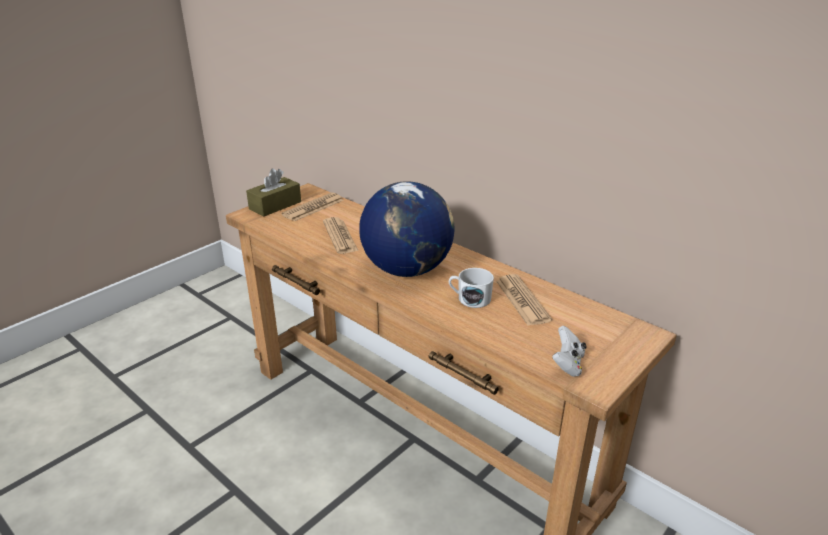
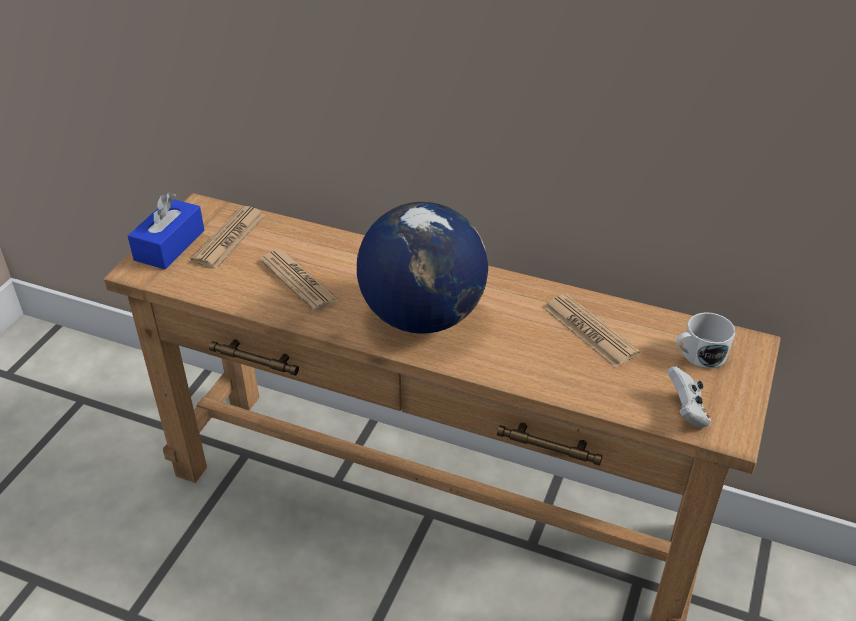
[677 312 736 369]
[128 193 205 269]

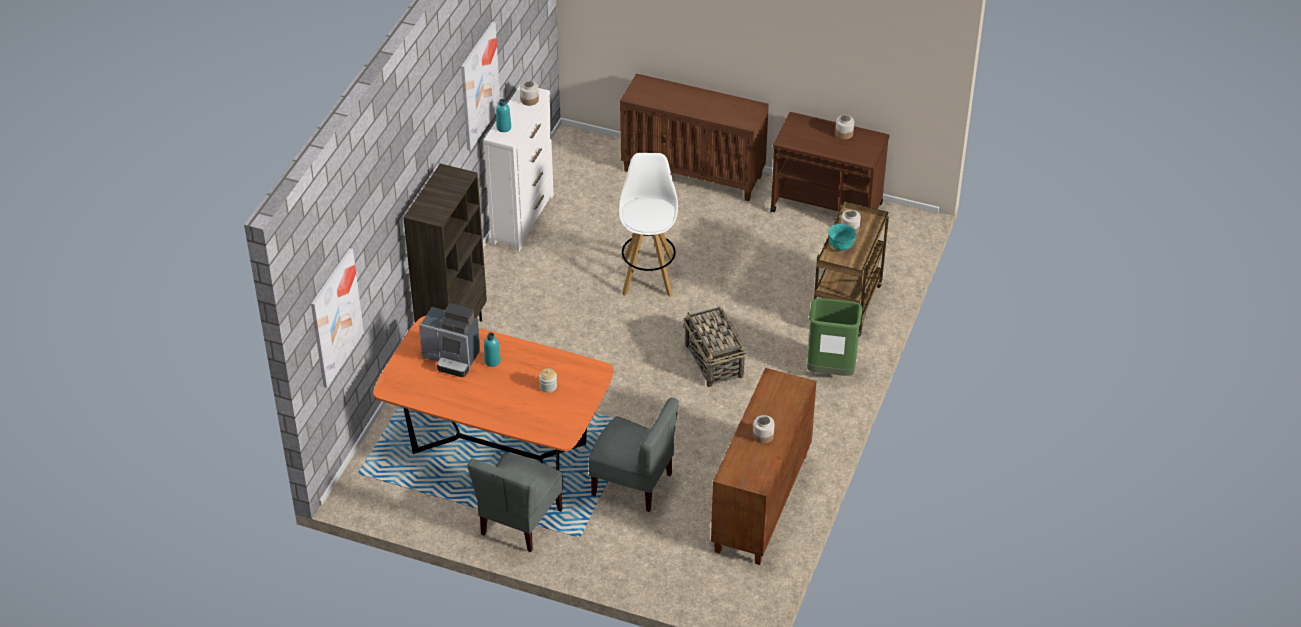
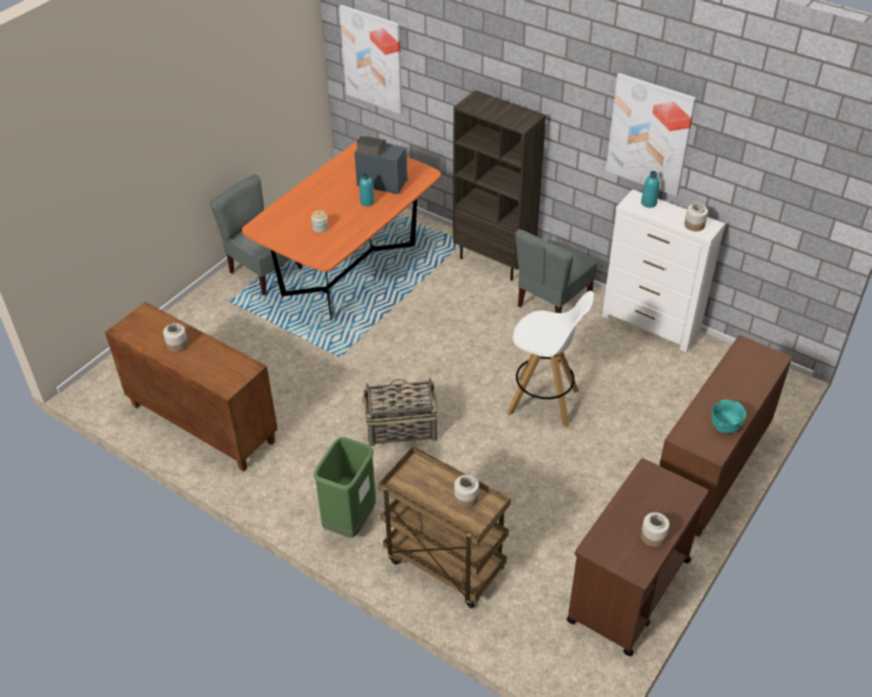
[515 229 597 313]
[712 400 746 434]
[354 136 408 194]

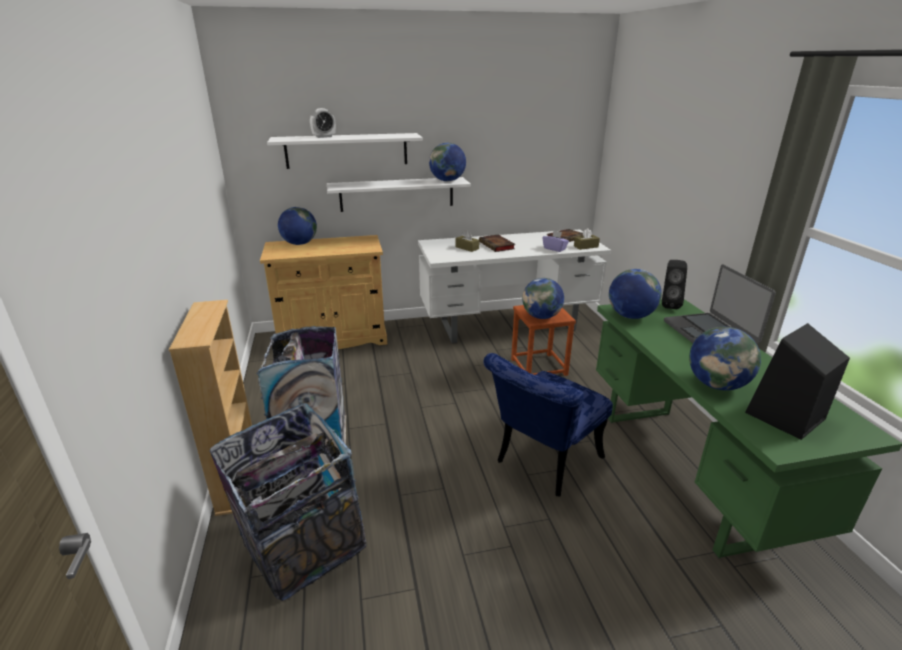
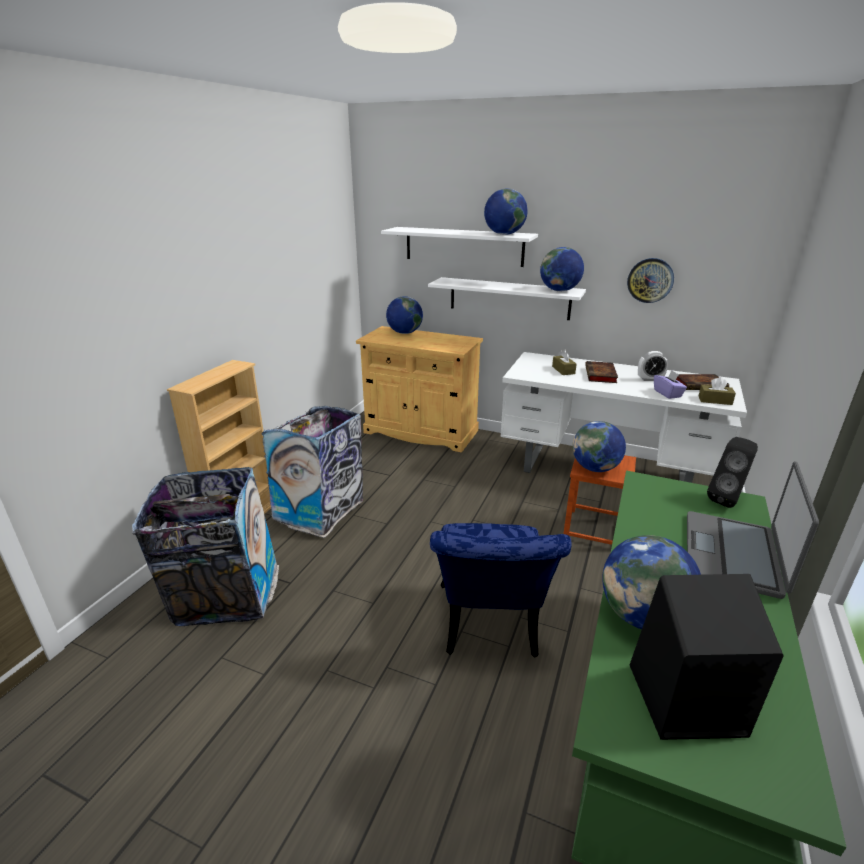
[627 258 674 303]
[638 351 668 381]
[484 189 528 235]
[430 523 572 658]

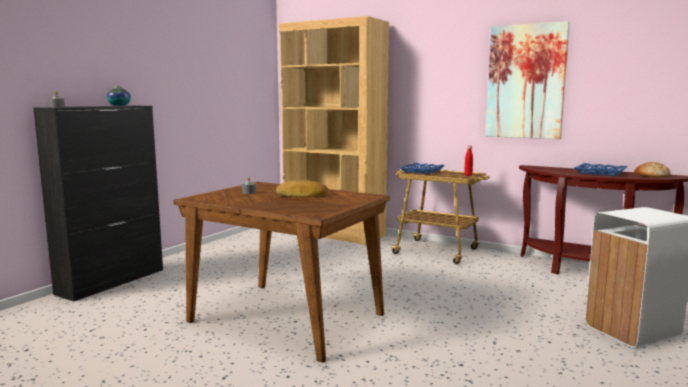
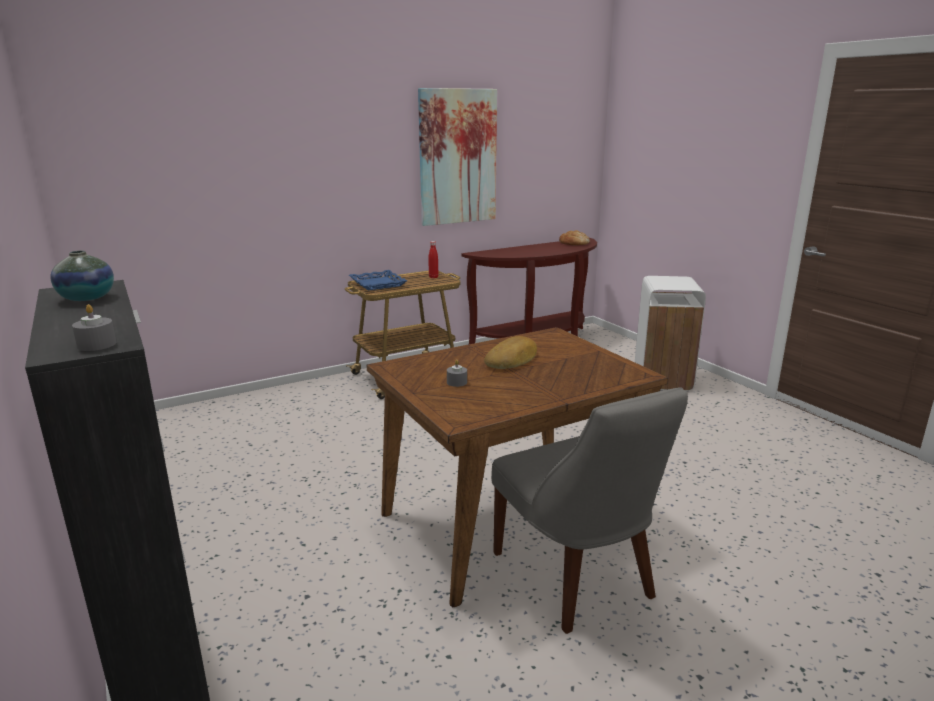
[279 16 389 245] (first image)
[575 163 627 176] (first image)
[491 387 688 634]

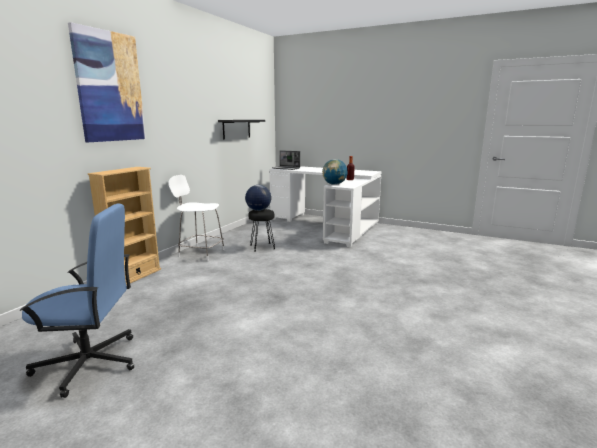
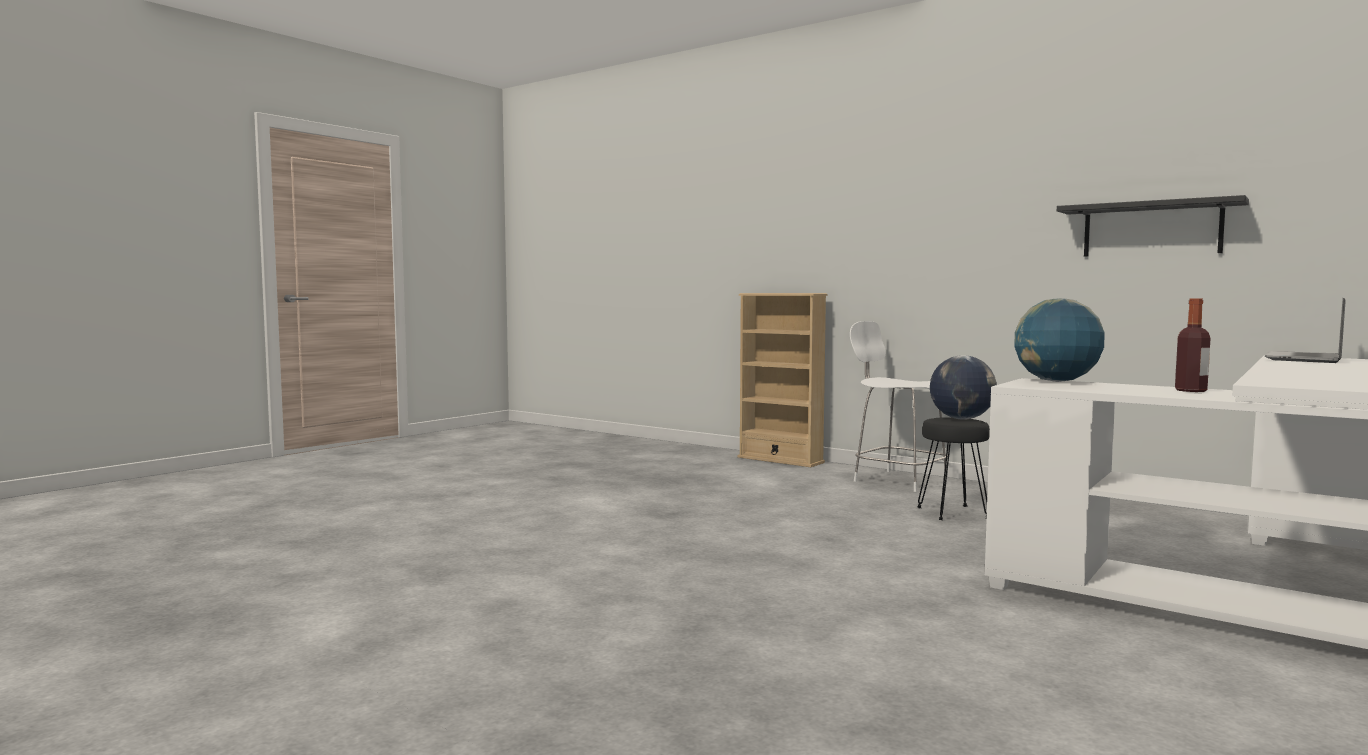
[20 203 134 398] (first image)
[68 22 146 142] (first image)
[850 321 948 492]

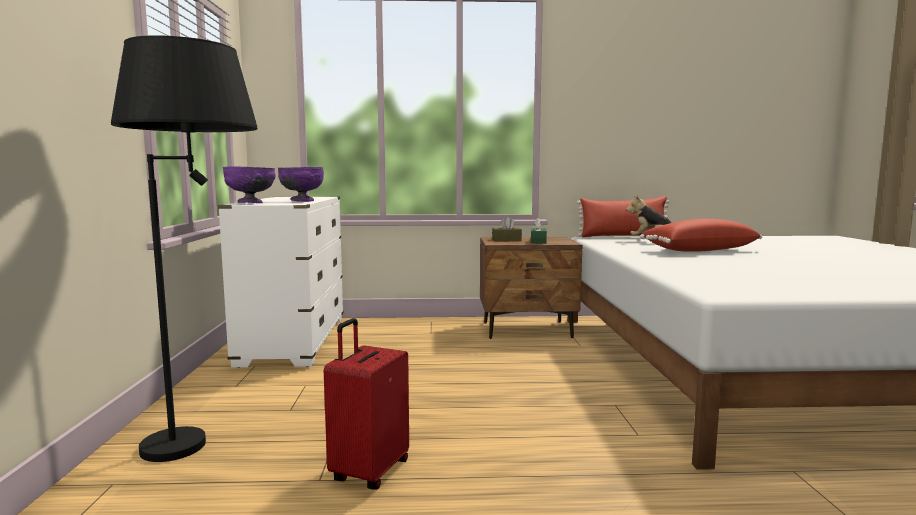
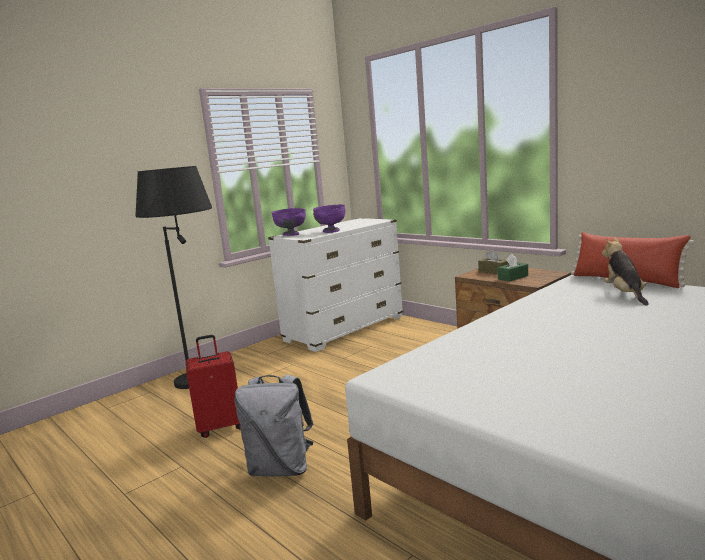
[640 219 762 252] (first image)
[235 374 313 477]

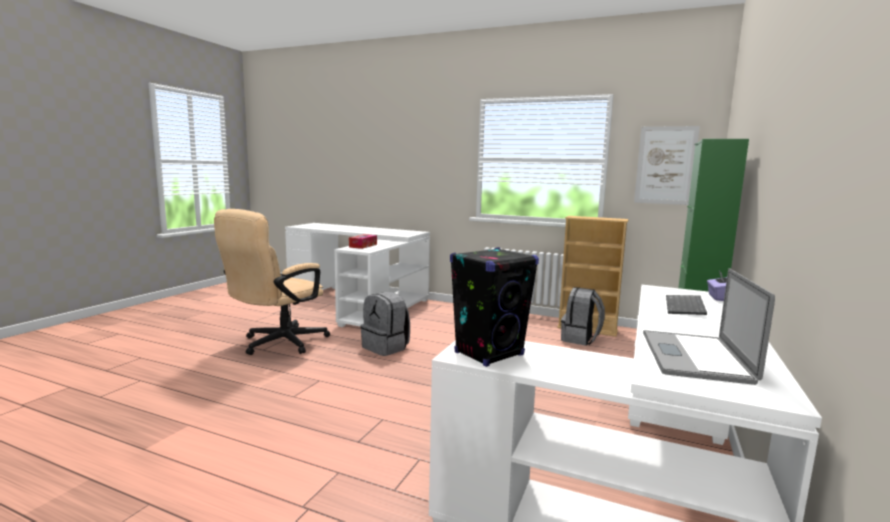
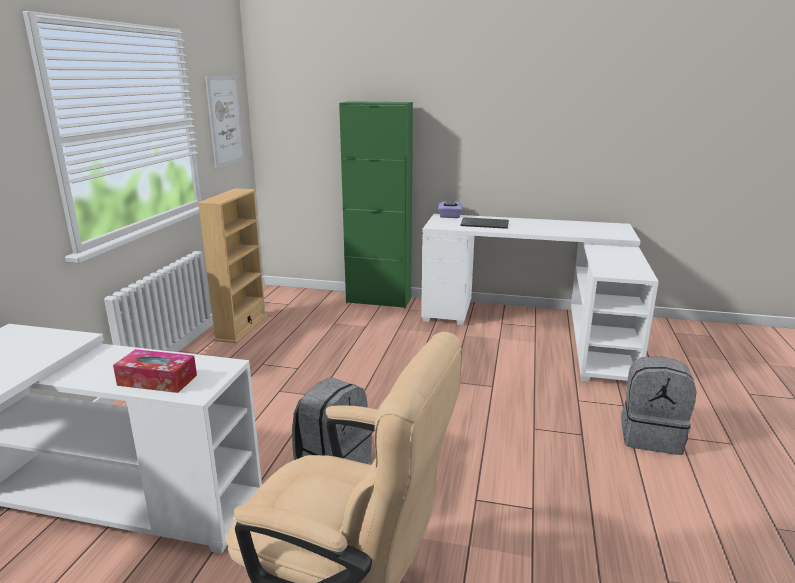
[450 247 539 367] (first image)
[643 268 775 385] (first image)
[621 357 697 455]

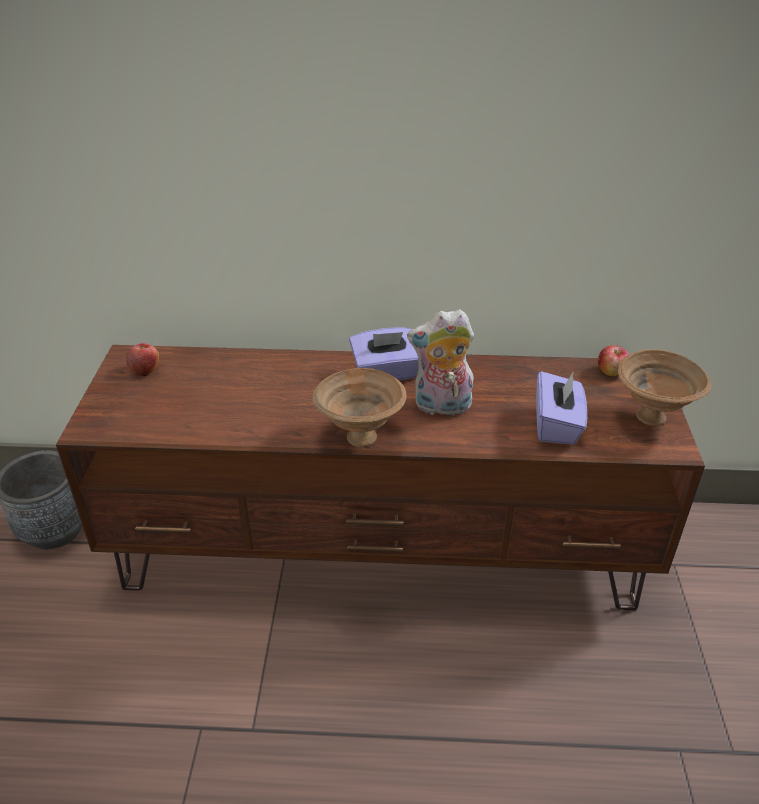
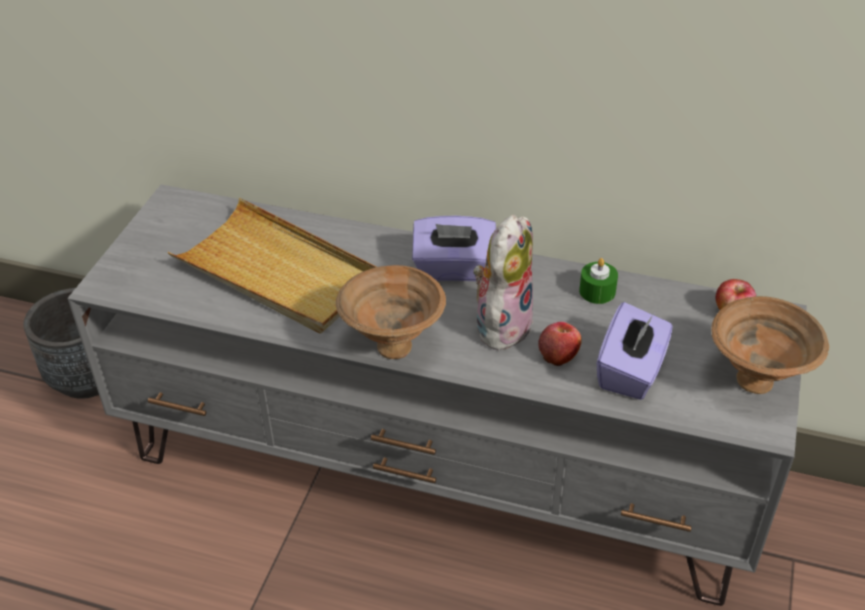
[167 198 376 334]
[579 258 618 304]
[538 322 582 366]
[67 184 807 606]
[473 215 533 350]

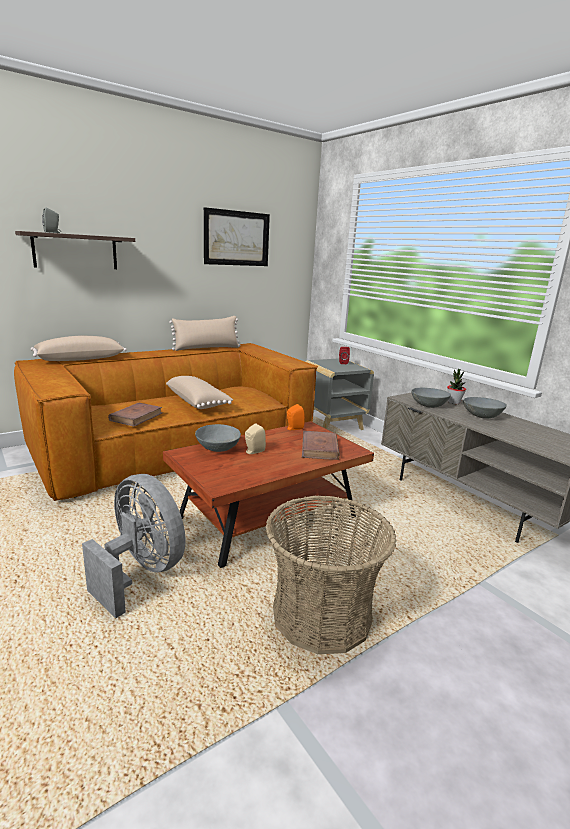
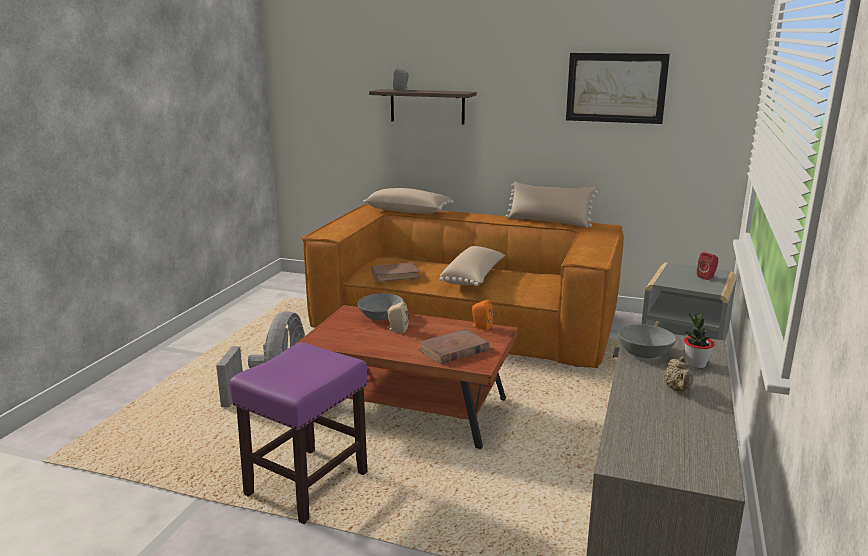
[230 342 367 524]
[664 357 694 391]

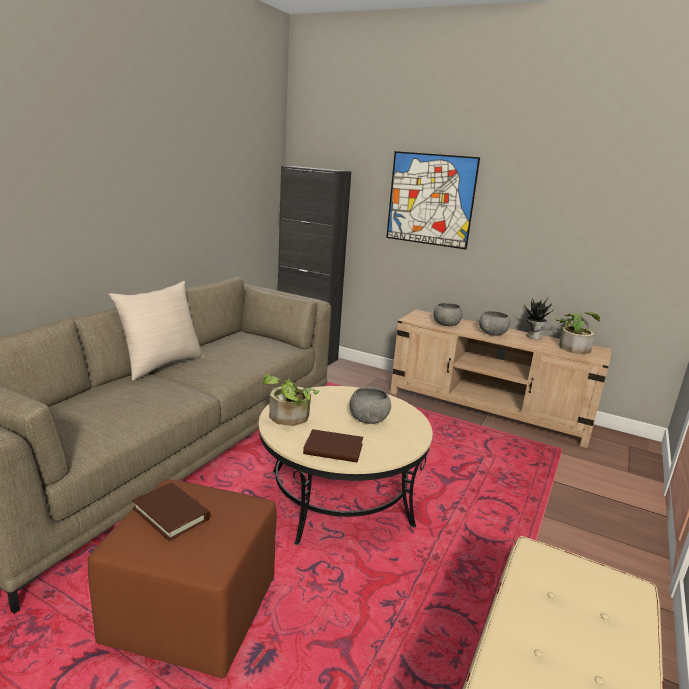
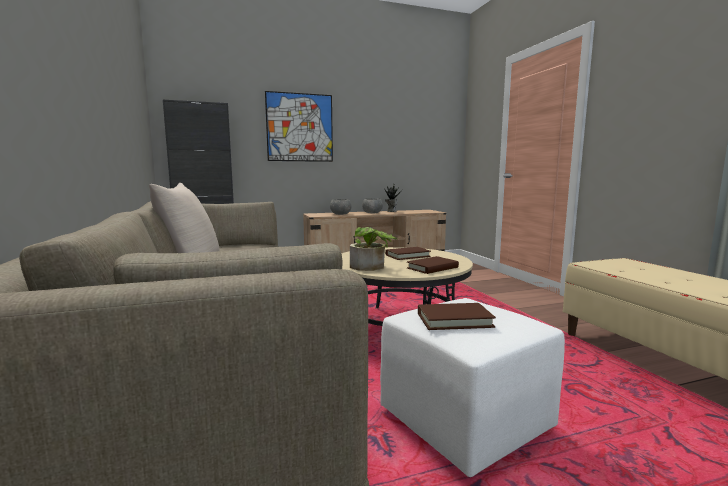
[556 312 600 354] (first image)
[385 247 431 260]
[380 298 565 477]

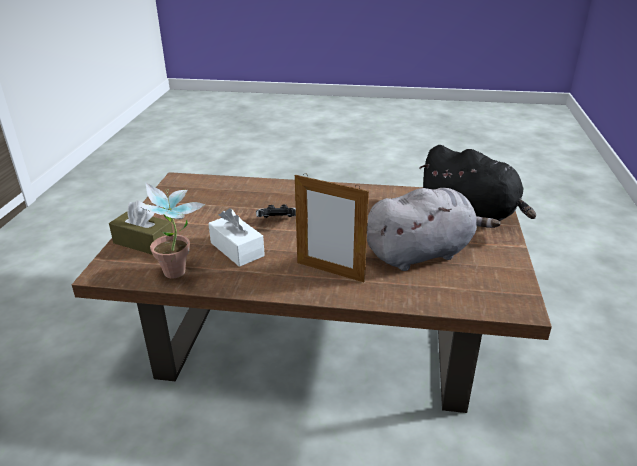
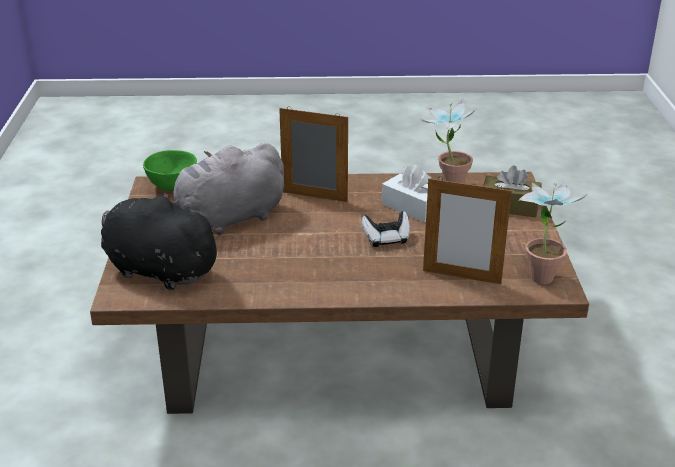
[143 150 197 191]
[423 176 512 284]
[518 182 587 284]

